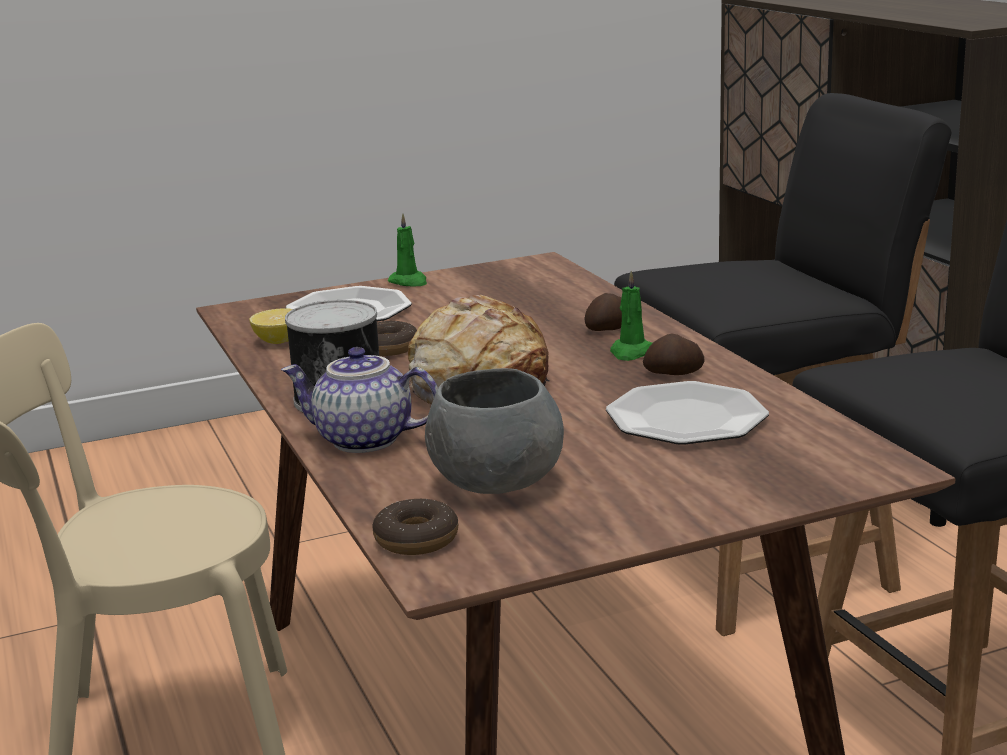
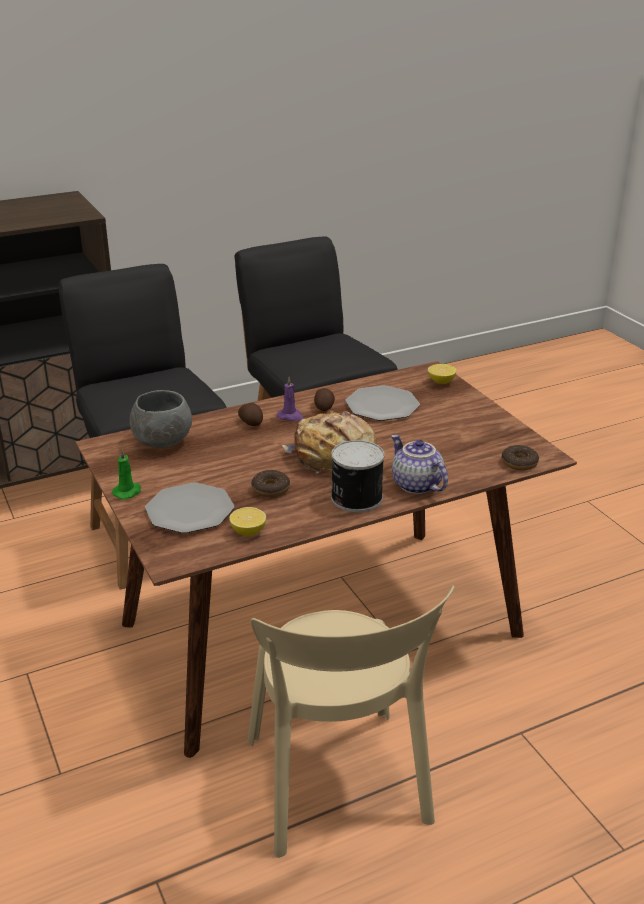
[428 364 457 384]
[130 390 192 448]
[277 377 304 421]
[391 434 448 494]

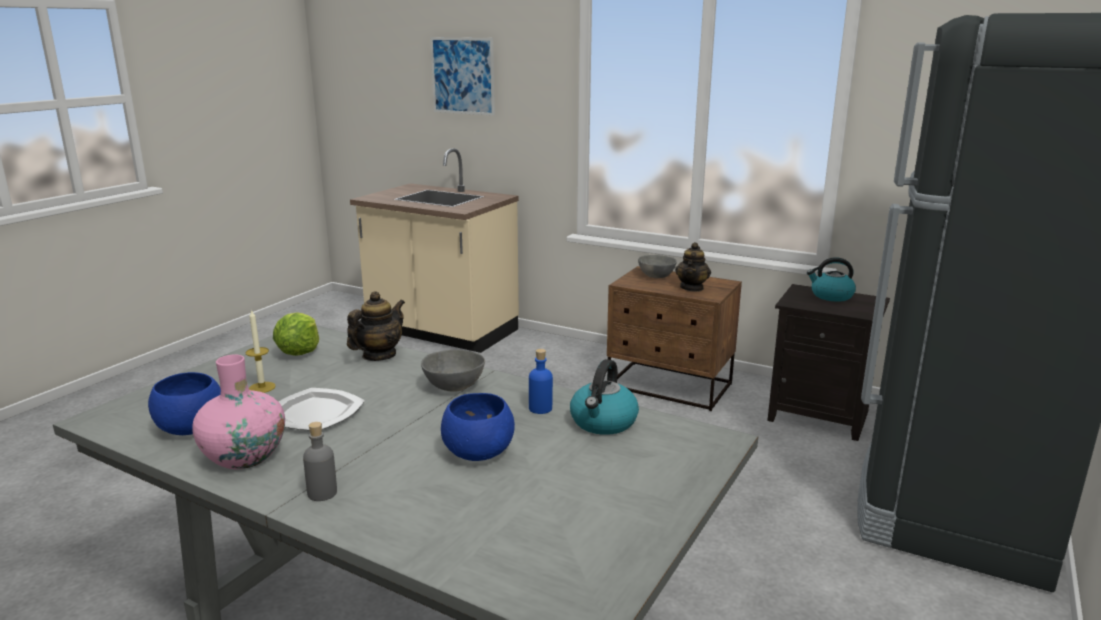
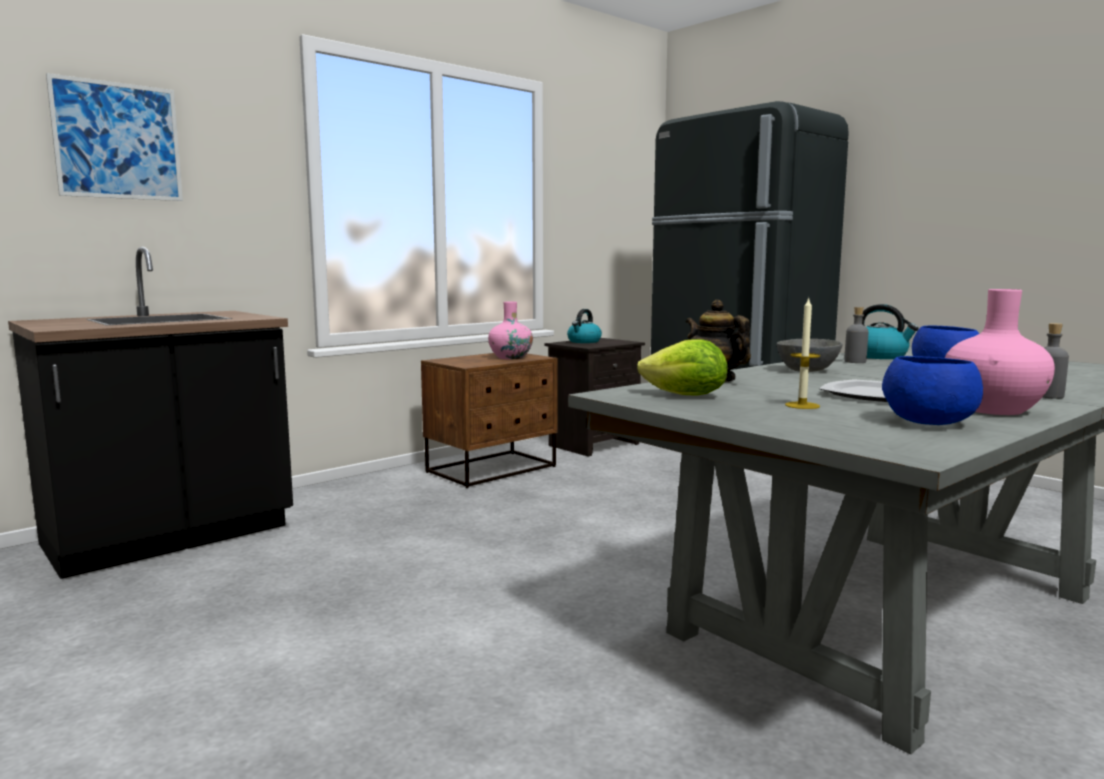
[638 255 677 278] (first image)
[488 302 533 359]
[8 246 293 579]
[844 307 869 363]

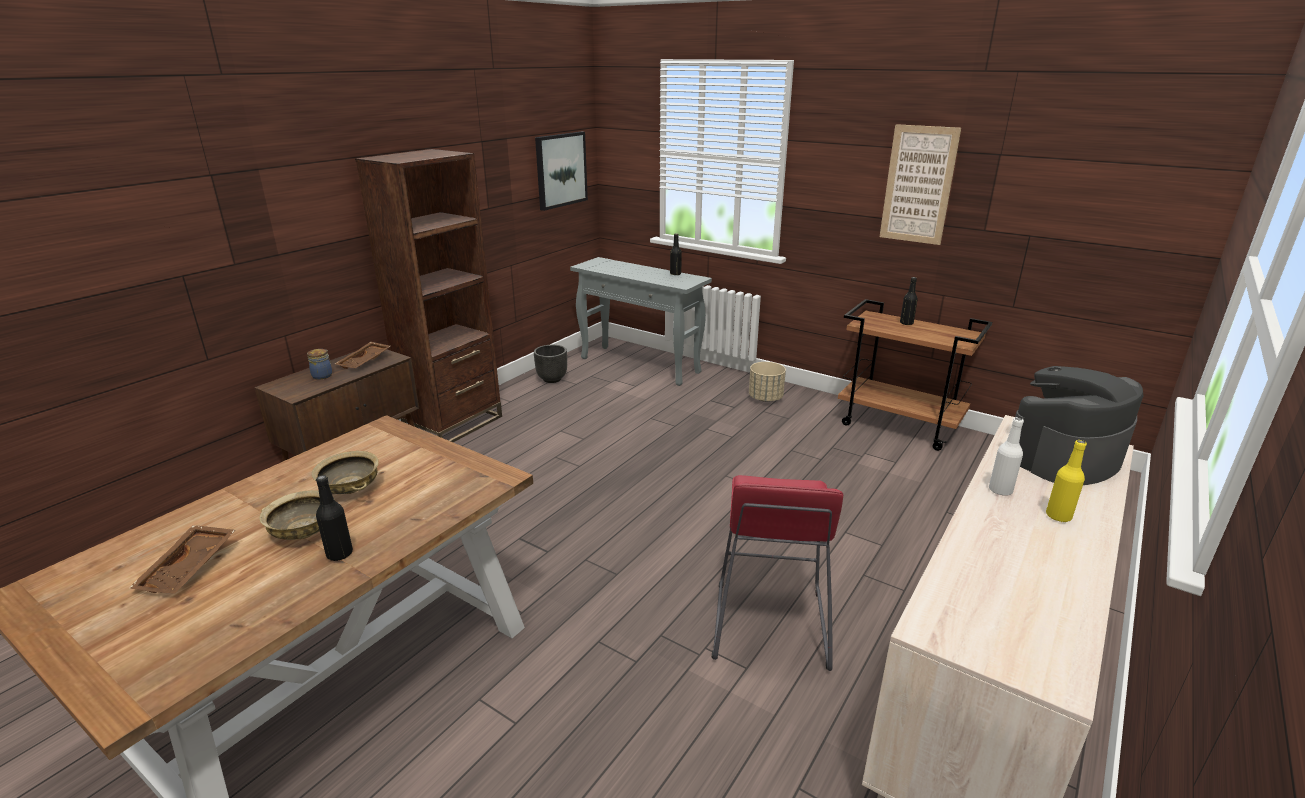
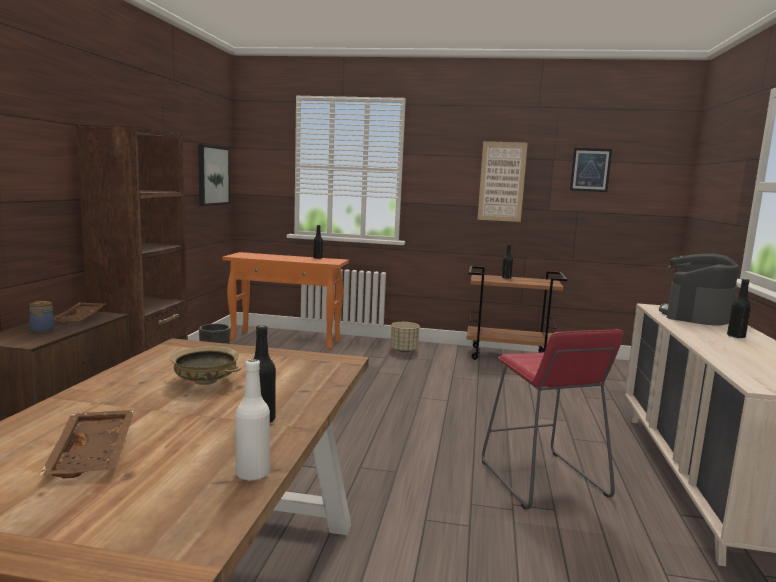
[259 490 335 540] (first image)
[570 148 612 192]
[235 359 270 481]
[223 252 349 350]
[727 279 751 338]

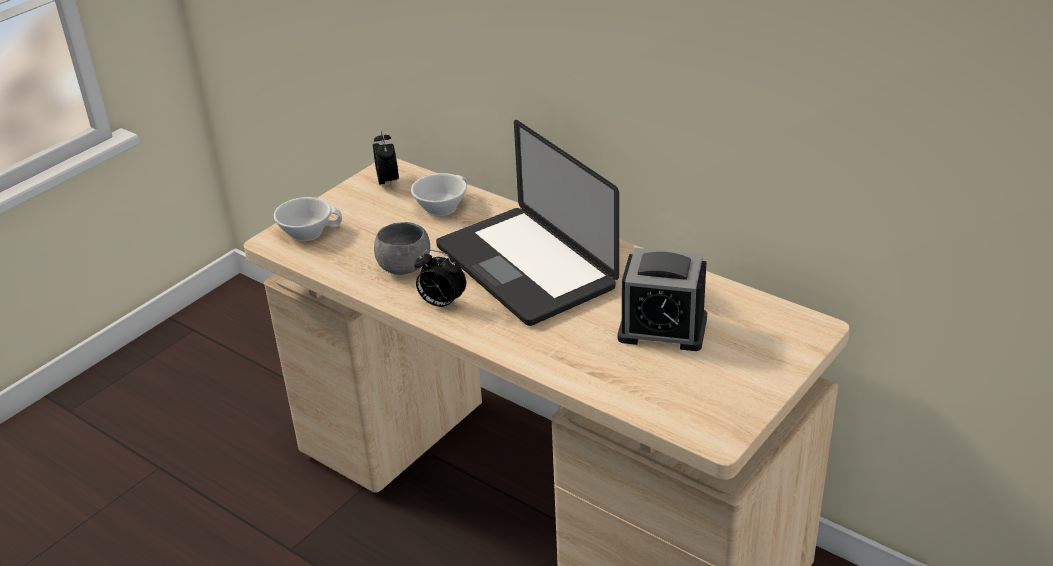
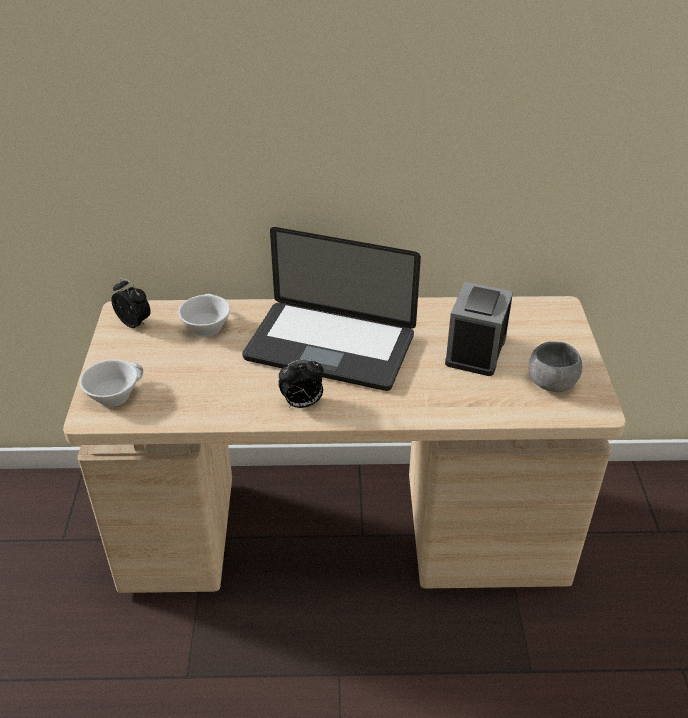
[528 342 582 392]
[445 282 513 376]

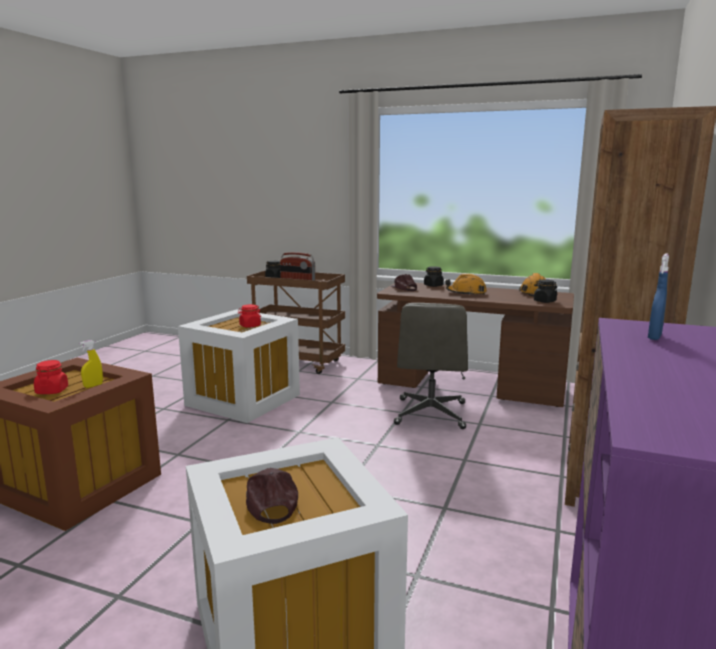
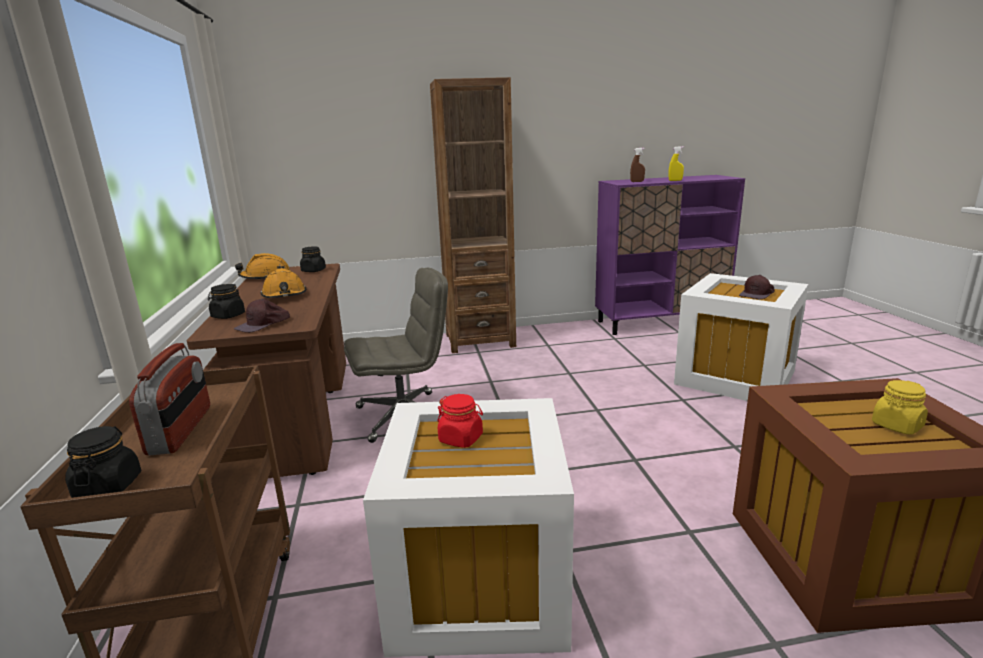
[669 146 684 181]
[872 380 928 435]
[630 148 645 182]

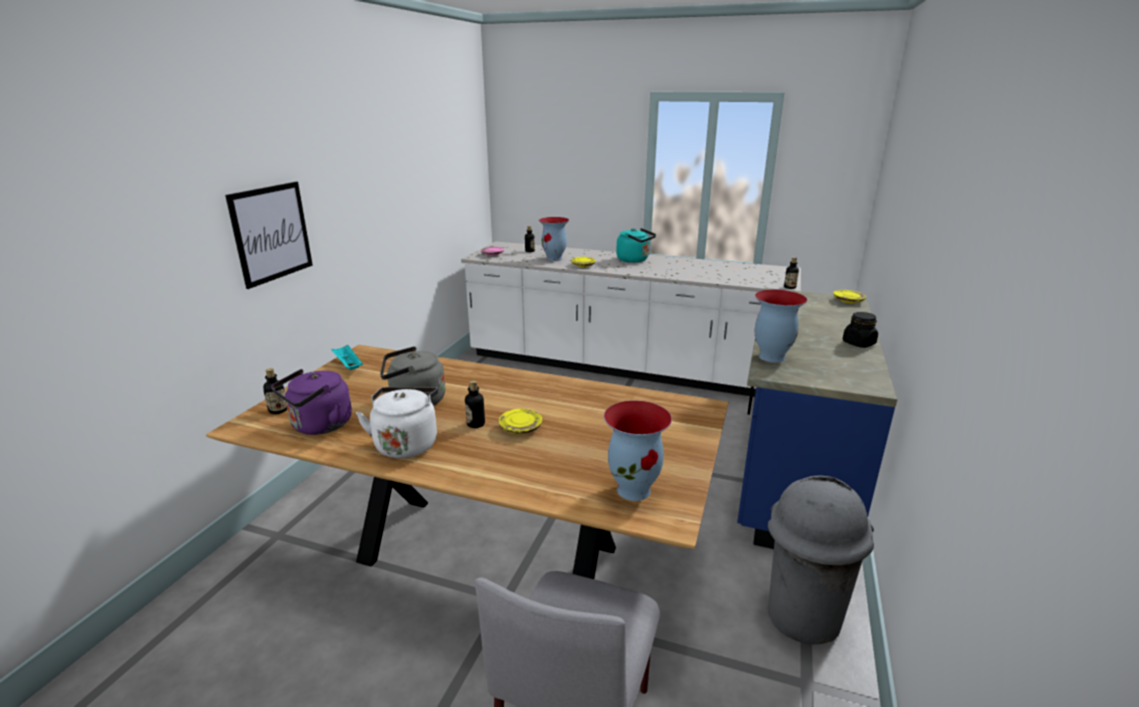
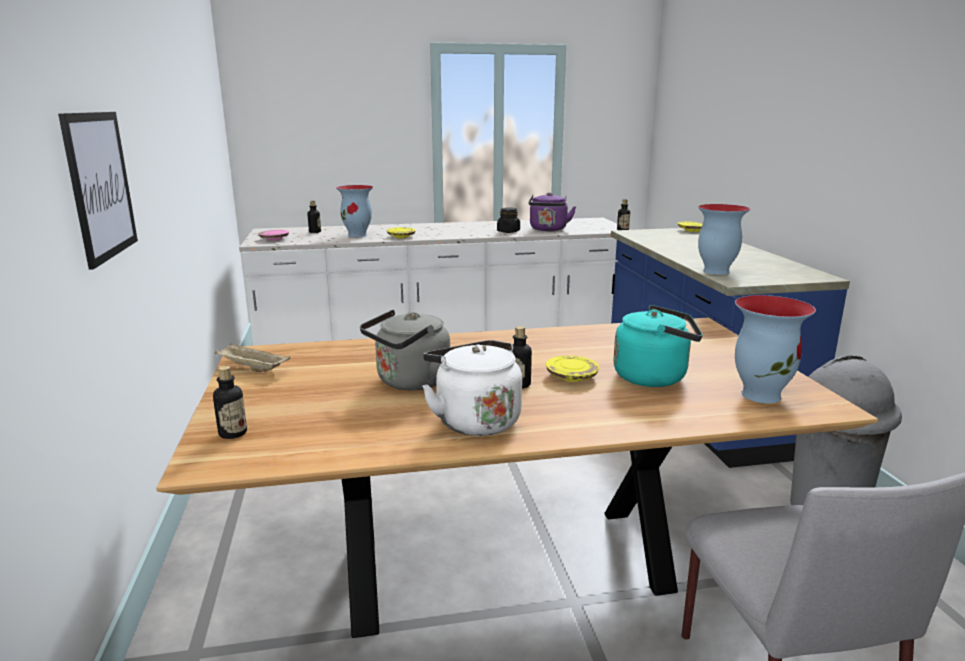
[529 192 576 231]
[613 305 703 387]
[497 207 520 233]
[214 344 291 372]

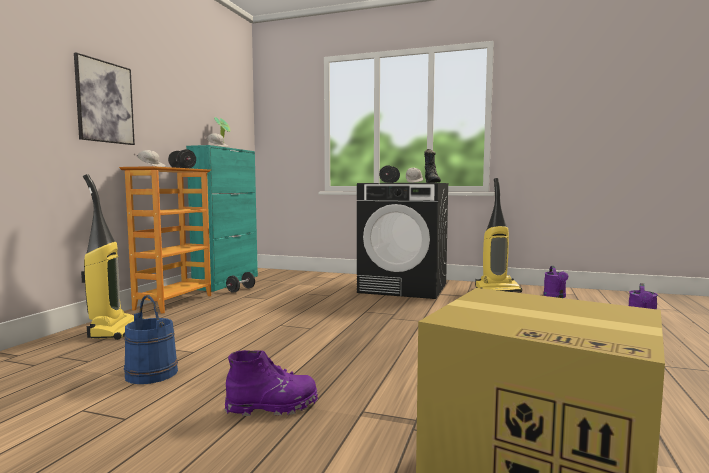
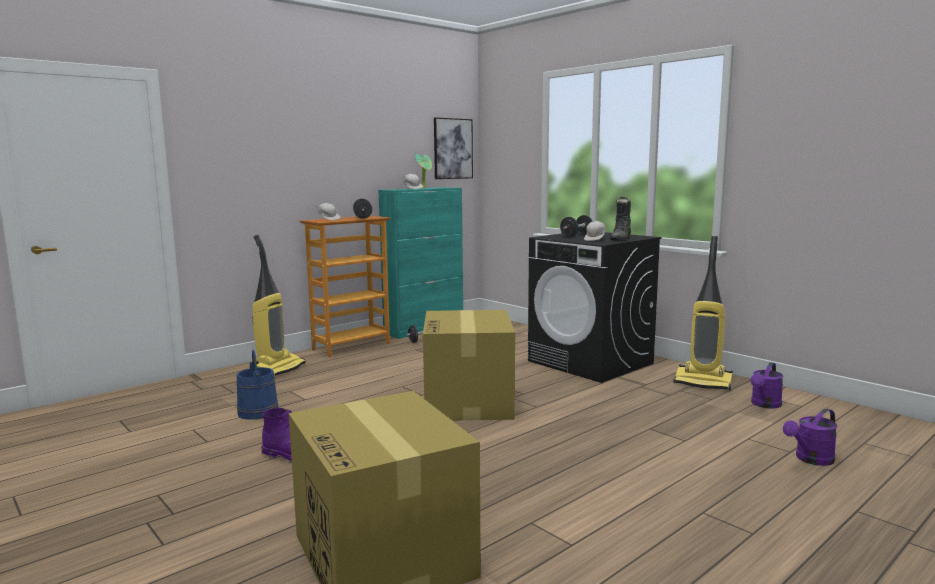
[423 310 515 421]
[434 117 473 179]

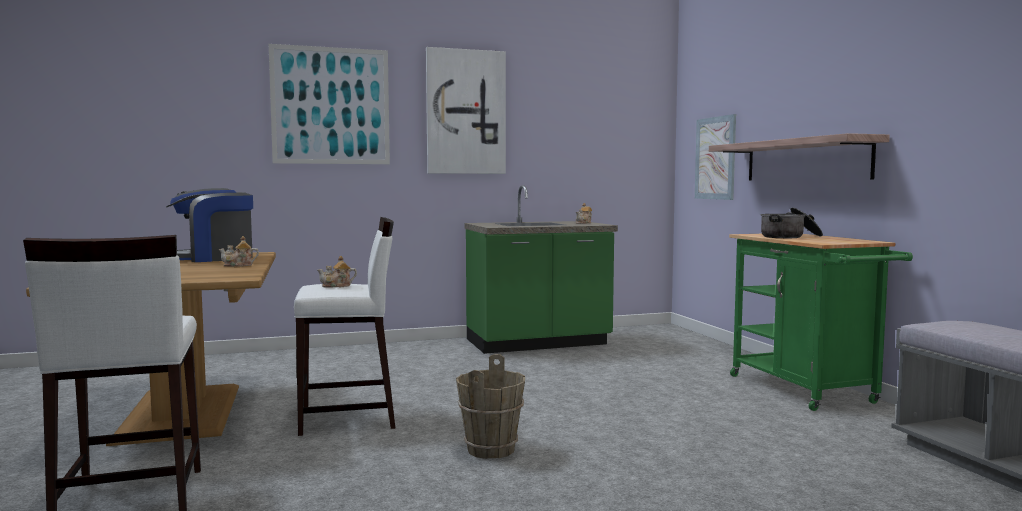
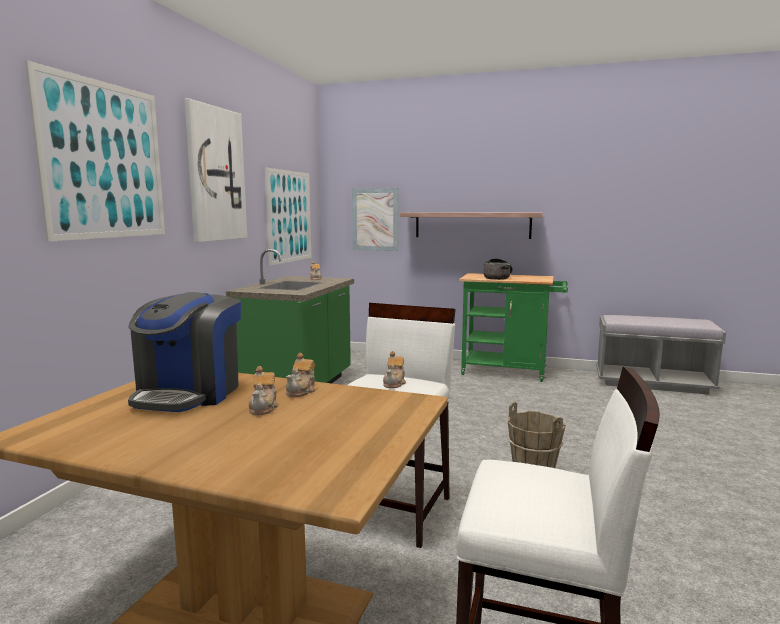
[249 366 279 415]
[265 167 311 266]

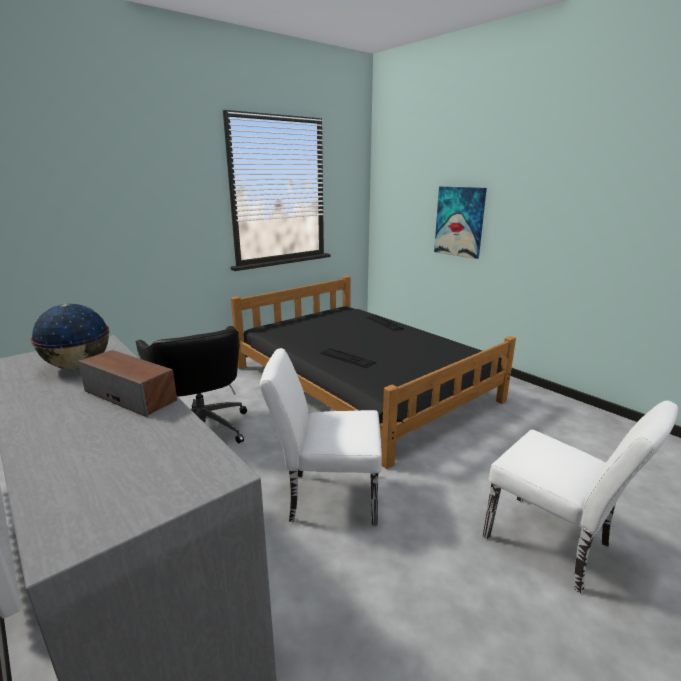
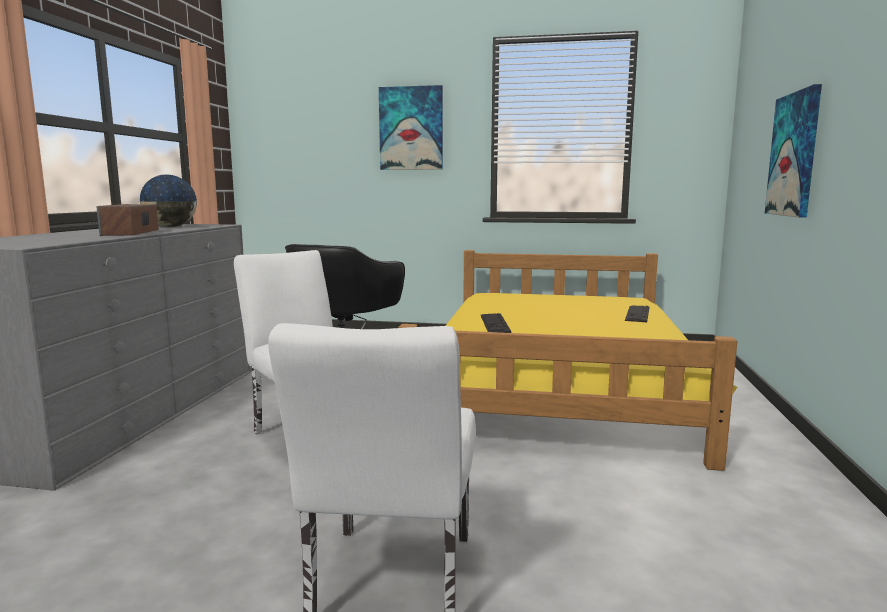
[379 85 443 170]
[398 250 737 471]

